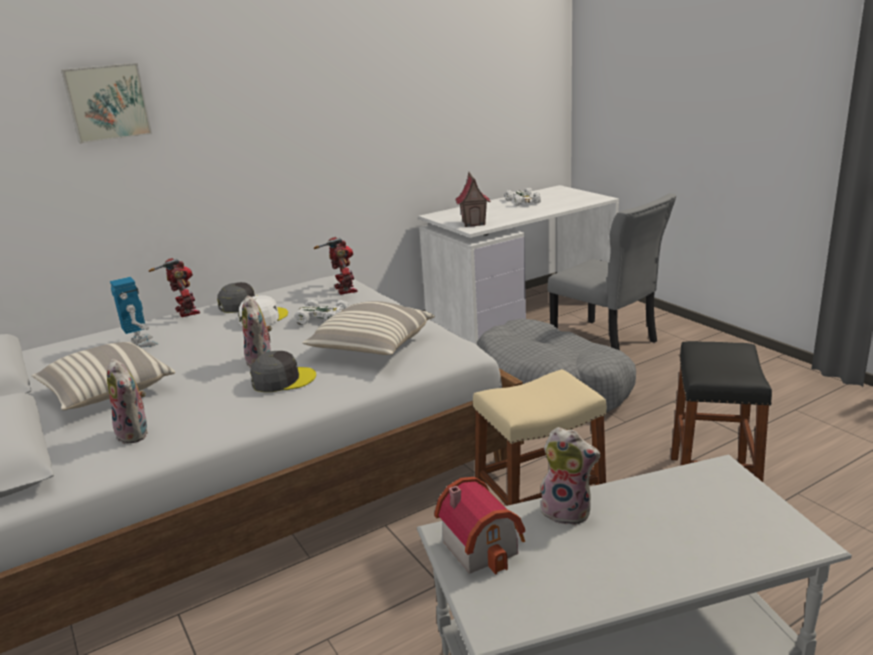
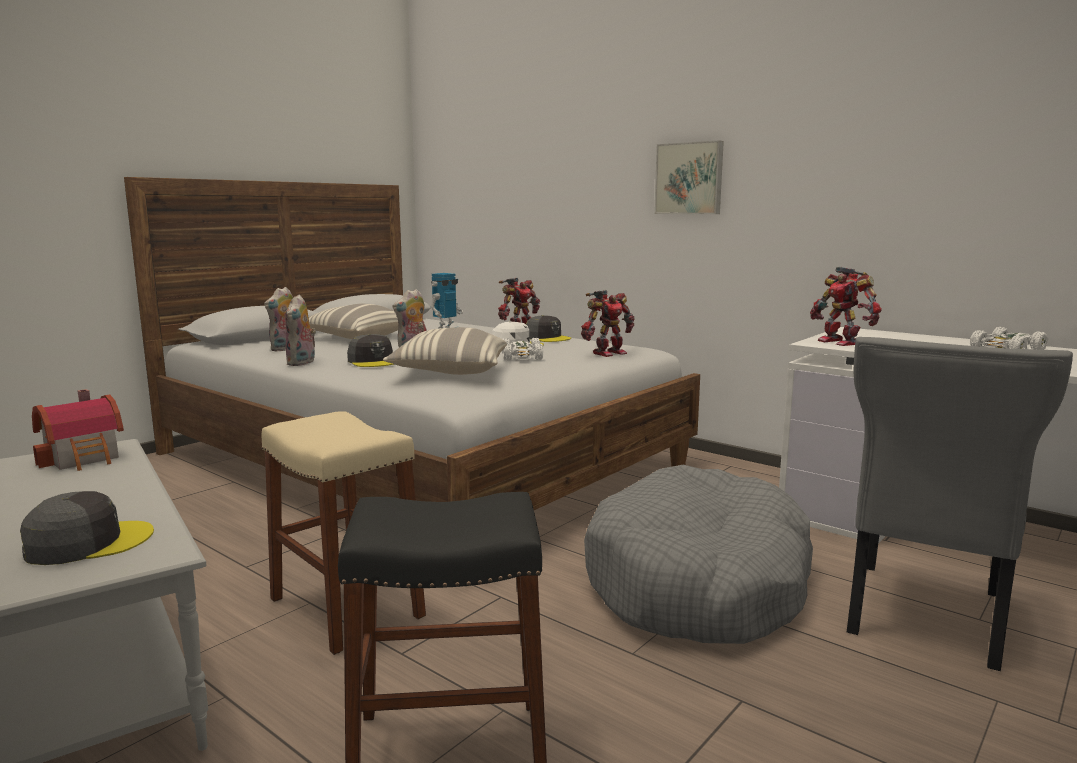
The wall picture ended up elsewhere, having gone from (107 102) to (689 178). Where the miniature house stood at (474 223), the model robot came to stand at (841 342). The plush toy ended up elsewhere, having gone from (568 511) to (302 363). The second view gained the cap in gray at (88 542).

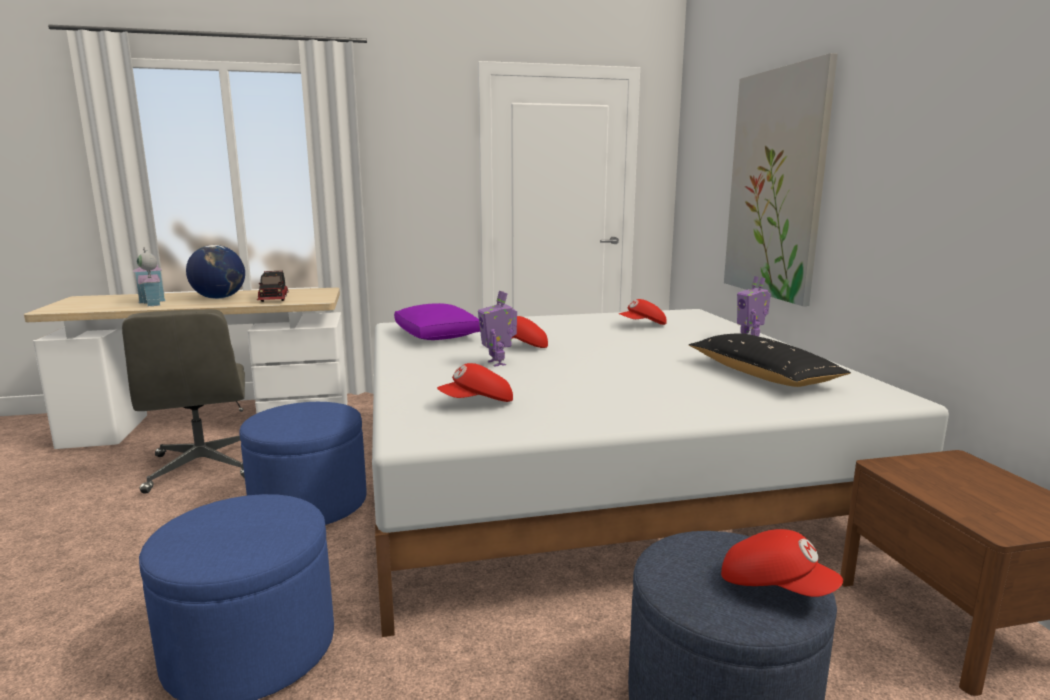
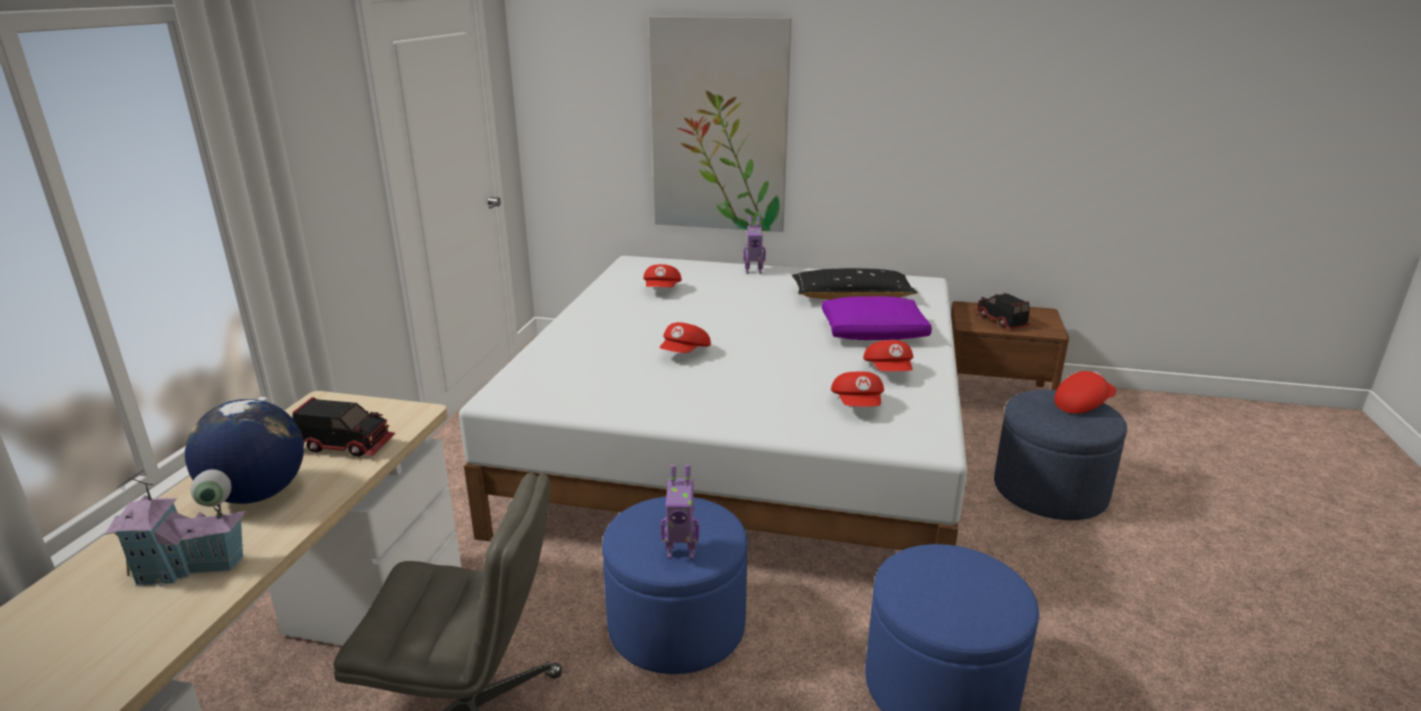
The cushion in purple ended up elsewhere, having gone from (437 335) to (874 332). The model robot ended up elsewhere, having gone from (498 363) to (681 551). The second view gained the cap in red-coloured at (889 371). The second view gained the model truck at (1000 320).

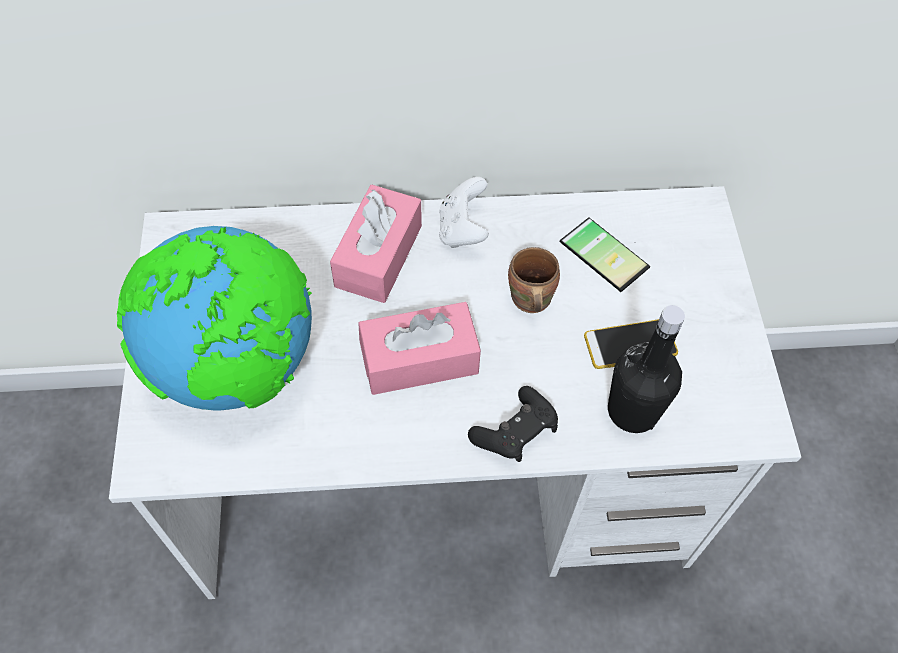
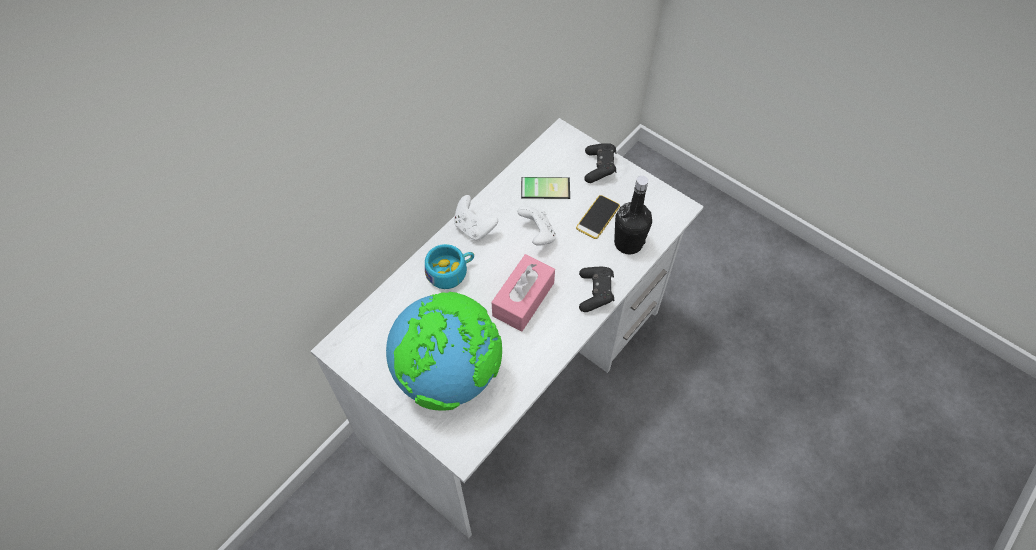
Where the tissue box in pink stood at (378 256), the small cup in turquoise came to stand at (451 271). Where the mug in brown stood at (528 301), the gamepad in white came to stand at (538 234). The second view gained the gamepad in black at (599 167).

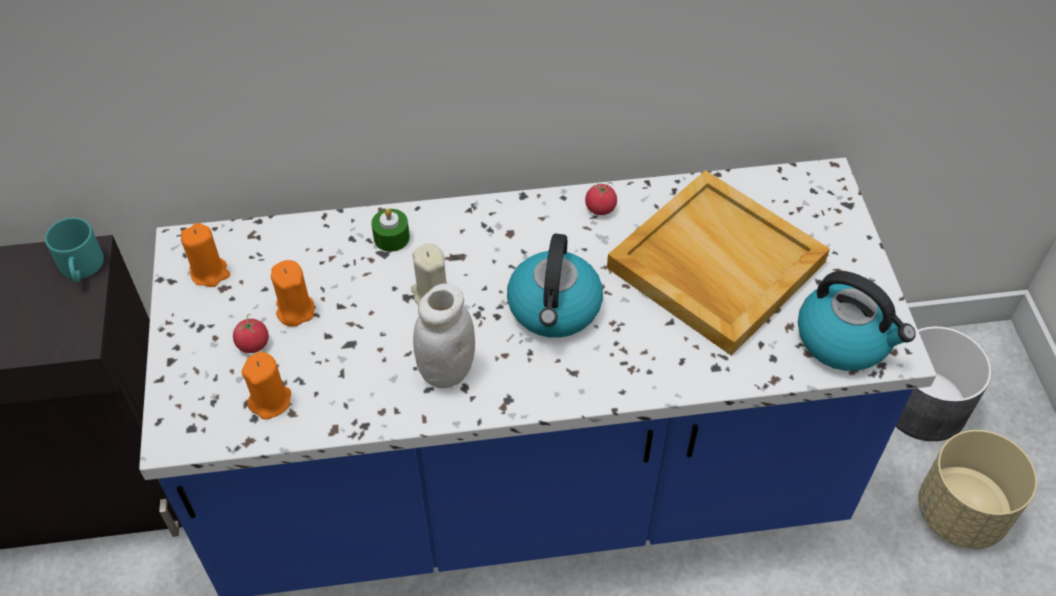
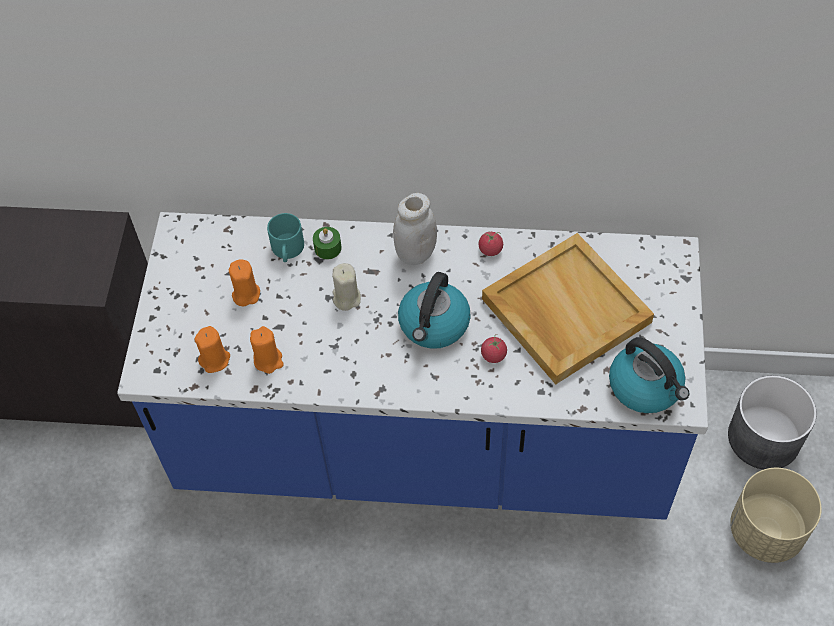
The mug in turquoise ended up elsewhere, having gone from (82 268) to (288 250). The wax light in orangey ended up elsewhere, having gone from (210 272) to (268 360). The whole tomato ended up elsewhere, having gone from (253 344) to (493 355). The jar in white ended up elsewhere, having gone from (446 370) to (415 253).

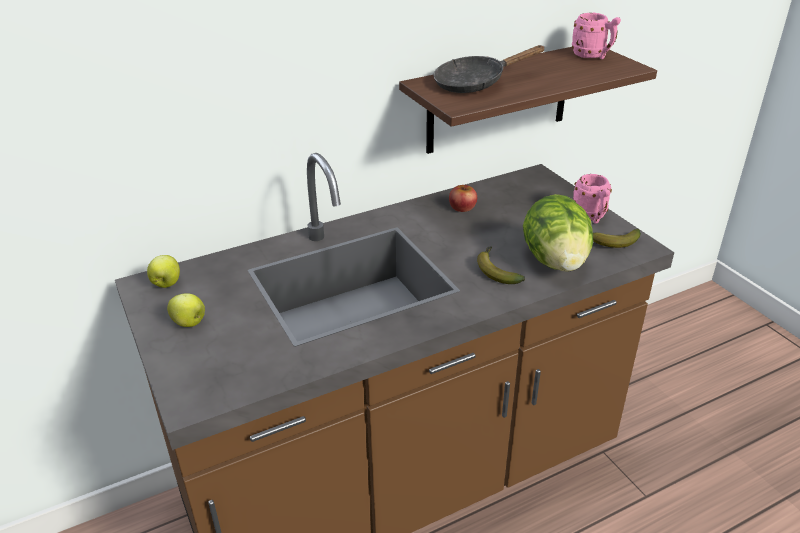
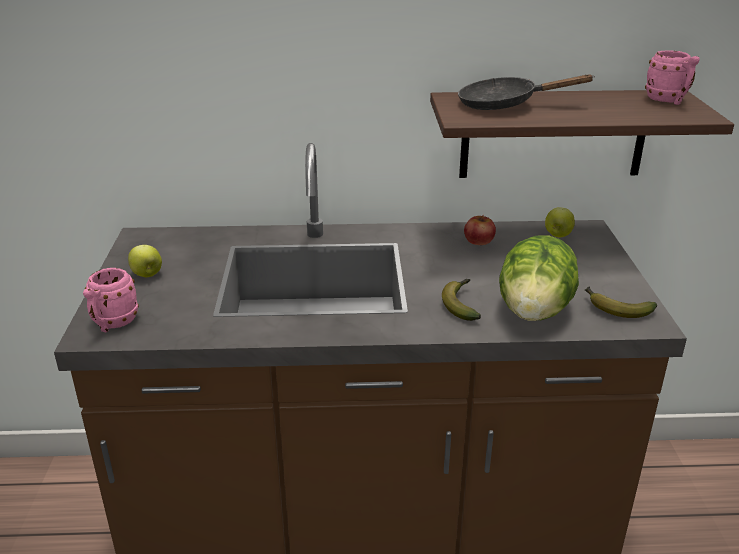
The apple fruit ended up elsewhere, having gone from (166 284) to (558 235). The mug in pink ended up elsewhere, having gone from (591 217) to (112 324).

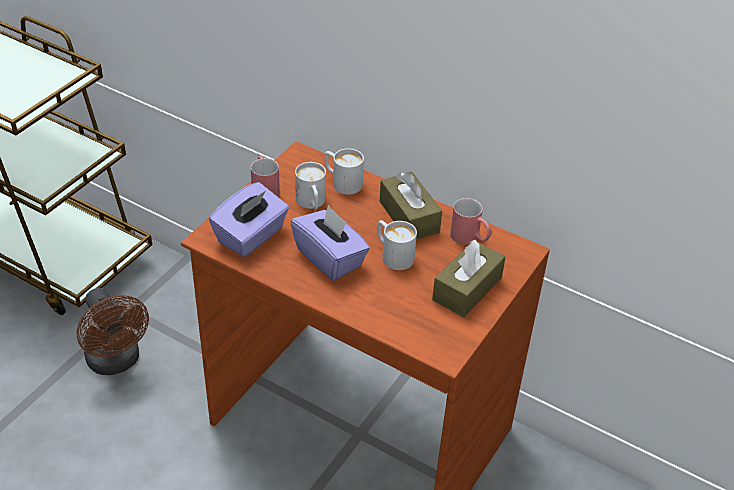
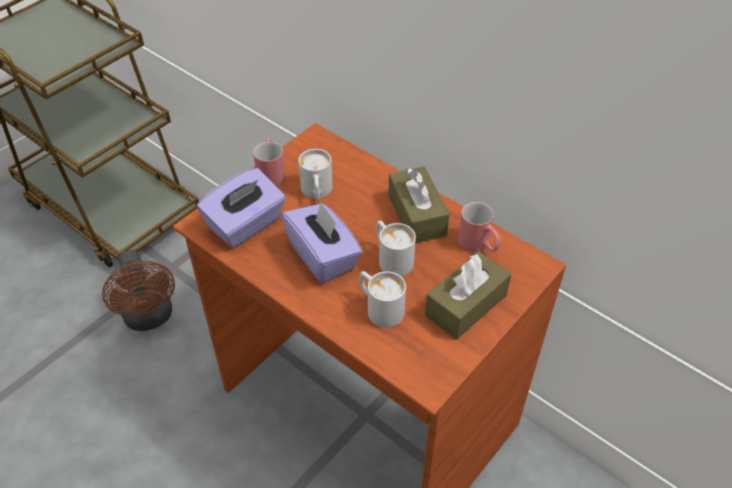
The mug in white ended up elsewhere, having gone from (342 182) to (379 308).

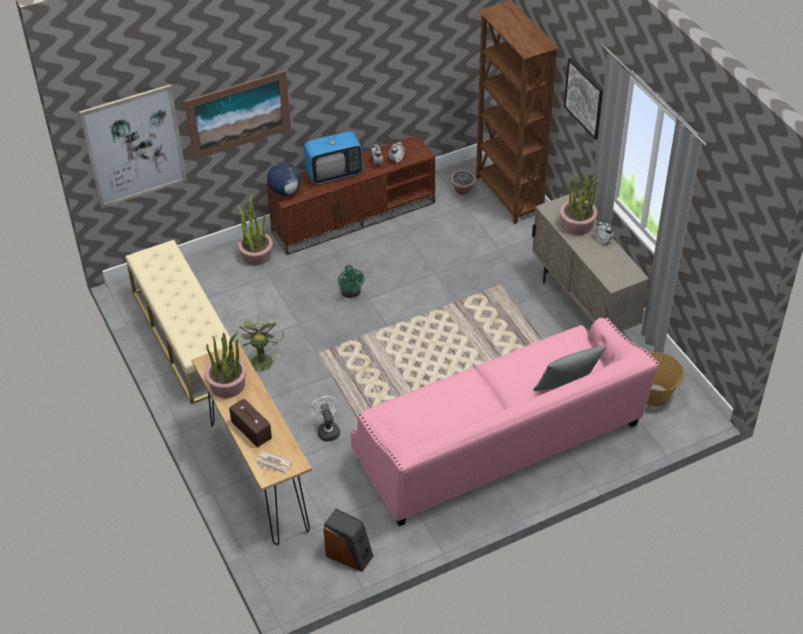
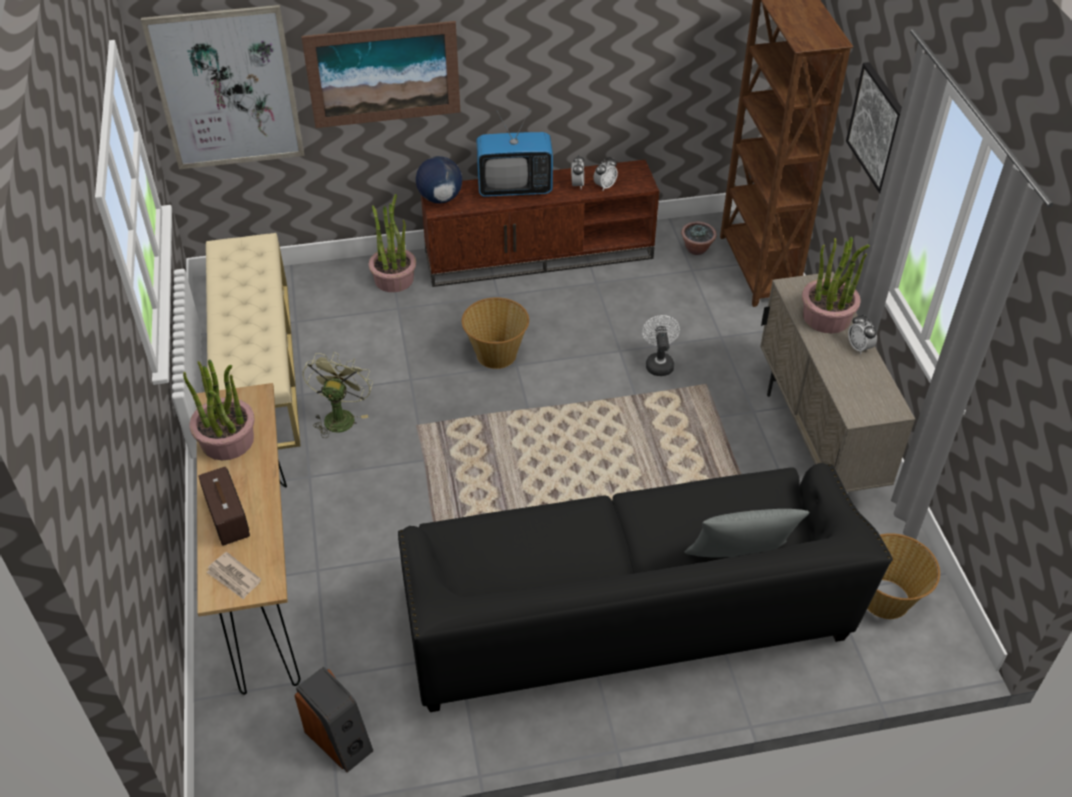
The electric fan in white ended up elsewhere, having gone from (327 430) to (658 363). Where the electric fan in green stood at (351 293), the storage basket came to stand at (496 354). What was the settee in pink at (499 444) turned into the settee in black at (625 620).

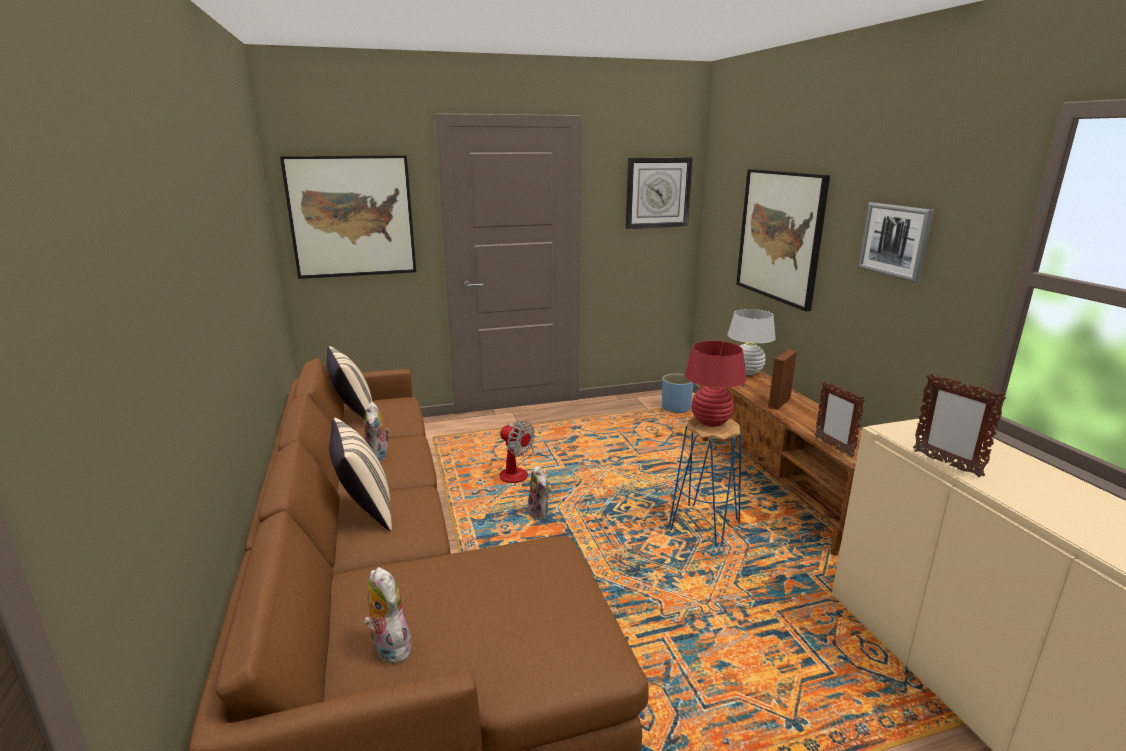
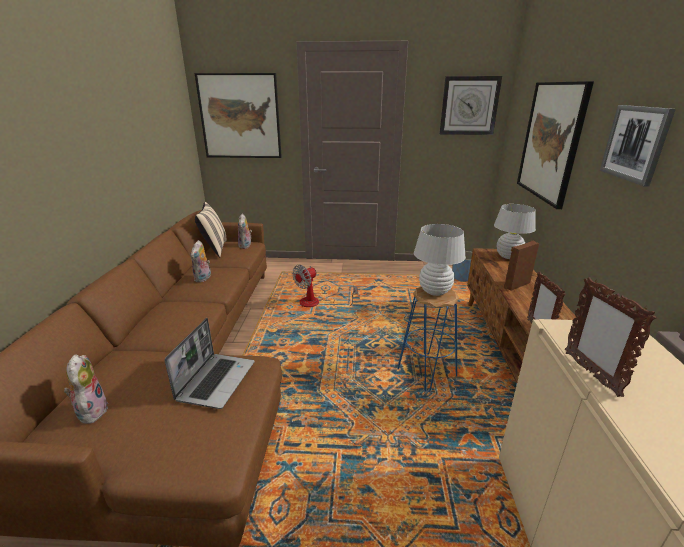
The second view lost the cushion in beige-coloured at (364 511). The electric fan at (514 471) ended up facing another way, 75 degrees clockwise from before. The plush toy ended up elsewhere, having gone from (540 514) to (246 246). What was the table lamp in red-coloured at (711 422) turned into the table lamp in white at (435 291). The second view gained the portable computer at (216 380).

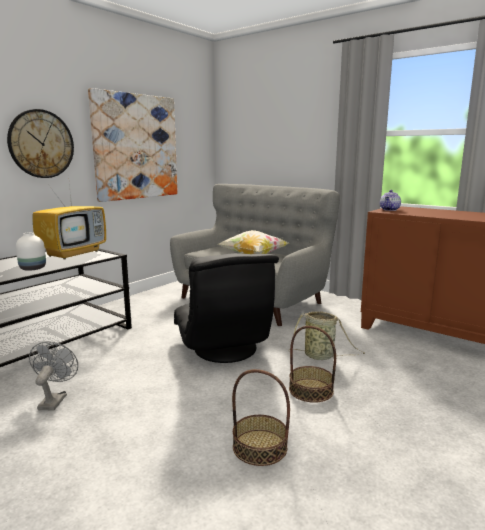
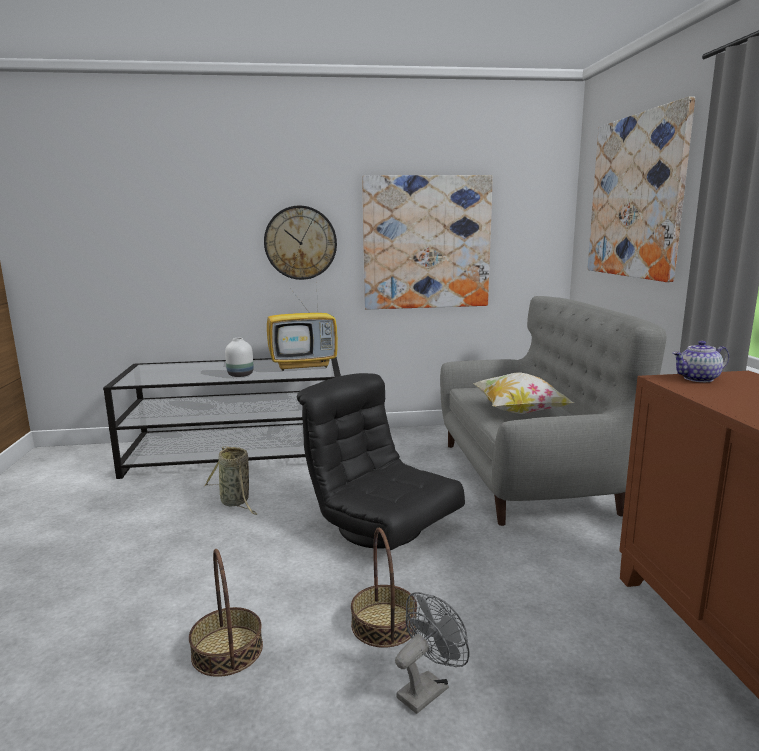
The electric fan in gray ended up elsewhere, having gone from (54 400) to (428 688). The armchair in black at (223 350) ended up facing another way, 105 degrees clockwise from before. The storage basket ended up elsewhere, having gone from (321 356) to (236 502). The second view gained the wall picture at (636 197).

